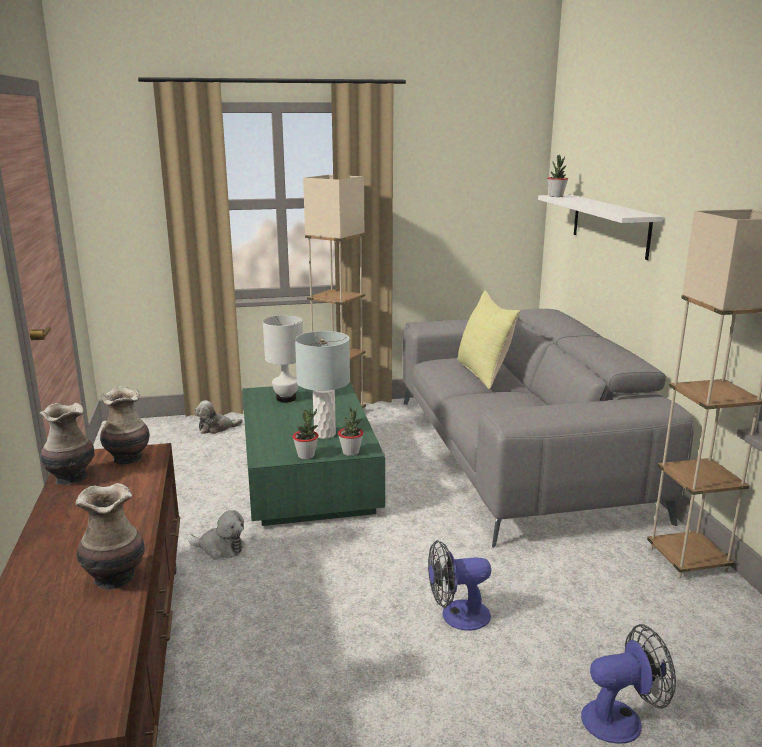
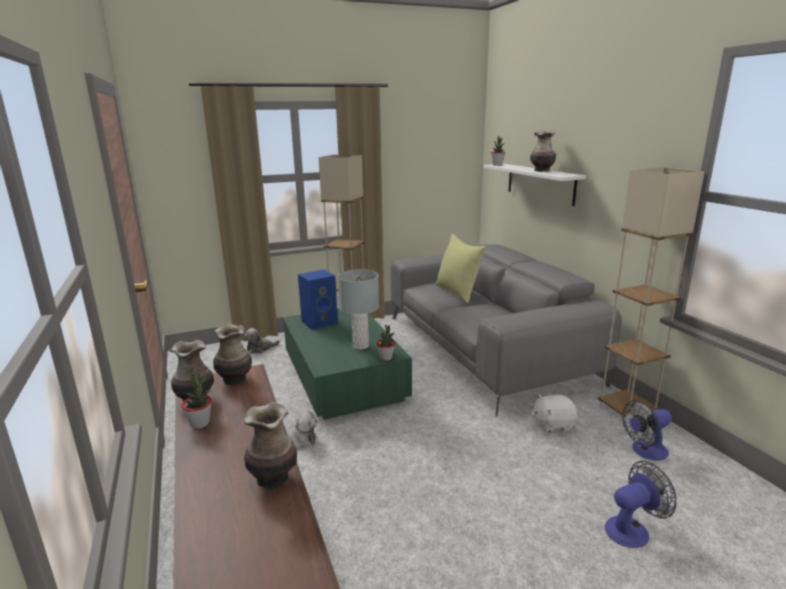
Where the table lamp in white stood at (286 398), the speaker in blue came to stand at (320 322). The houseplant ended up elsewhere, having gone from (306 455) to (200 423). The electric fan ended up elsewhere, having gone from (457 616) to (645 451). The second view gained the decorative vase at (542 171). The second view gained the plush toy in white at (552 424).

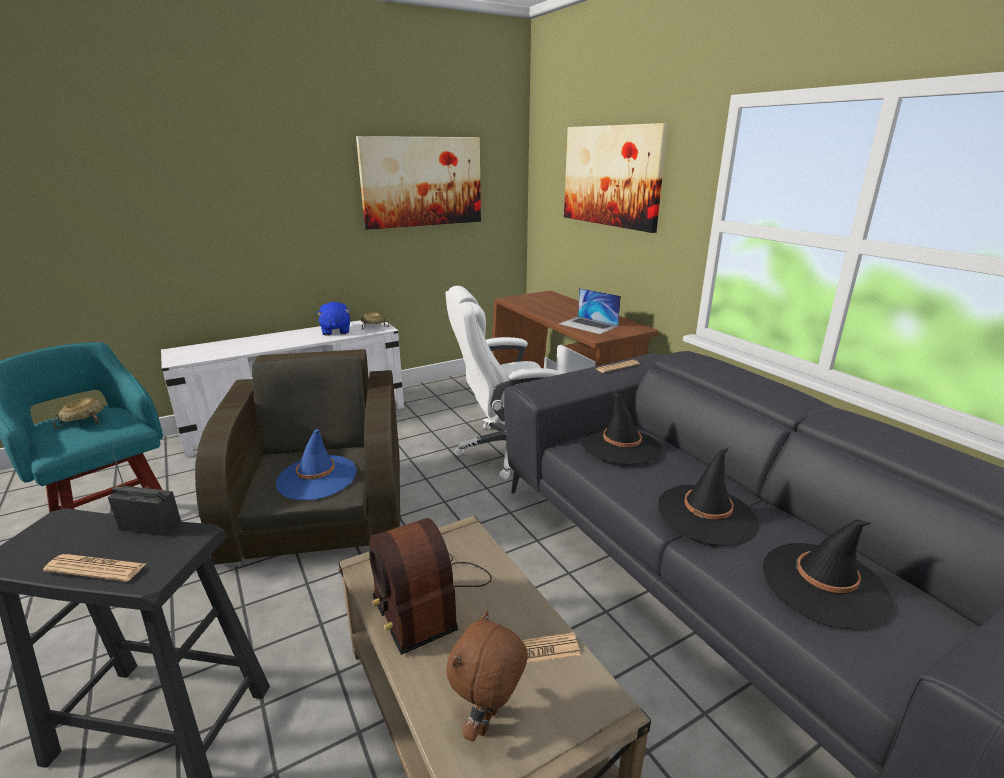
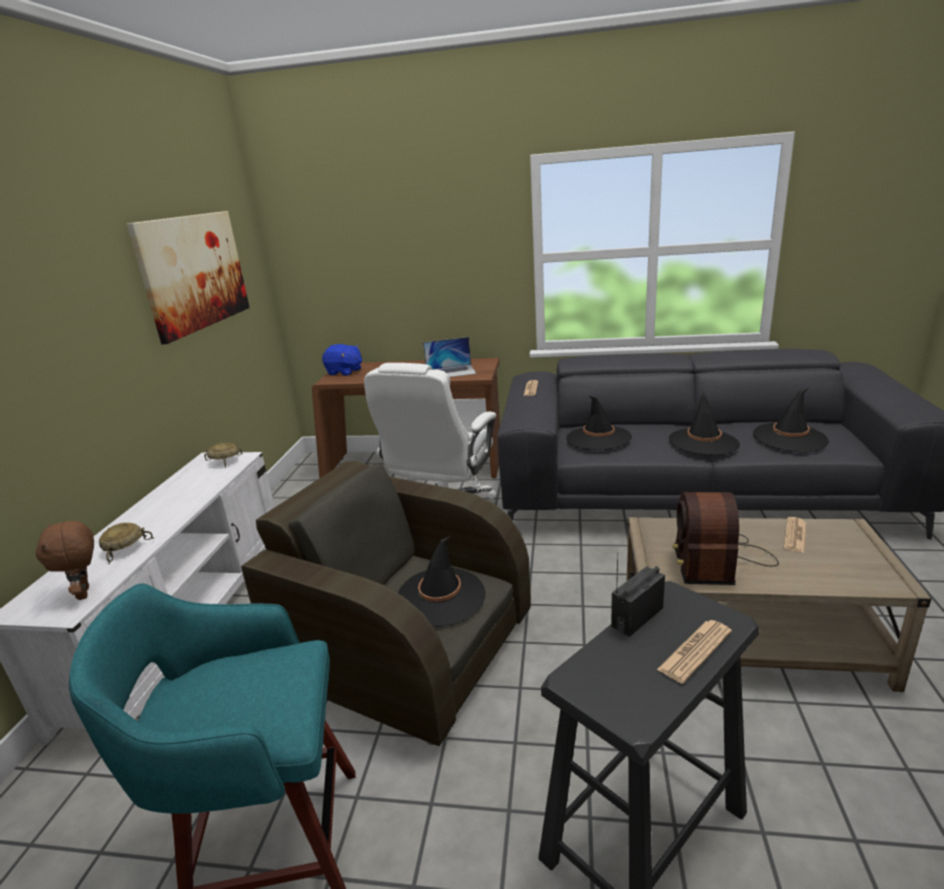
The serving bowl in beige-coloured ended up elsewhere, having gone from (86 422) to (125 548). What was the clothing hat in blue at (317 478) turned into the clothing hat in black at (441 597). The plush toy in blue ended up elsewhere, having gone from (335 331) to (344 372). The radio receiver at (428 598) ended up facing another way, 90 degrees clockwise from before. The plush toy in brown ended up elsewhere, having gone from (488 722) to (86 593). The second view lost the wall picture at (611 176).

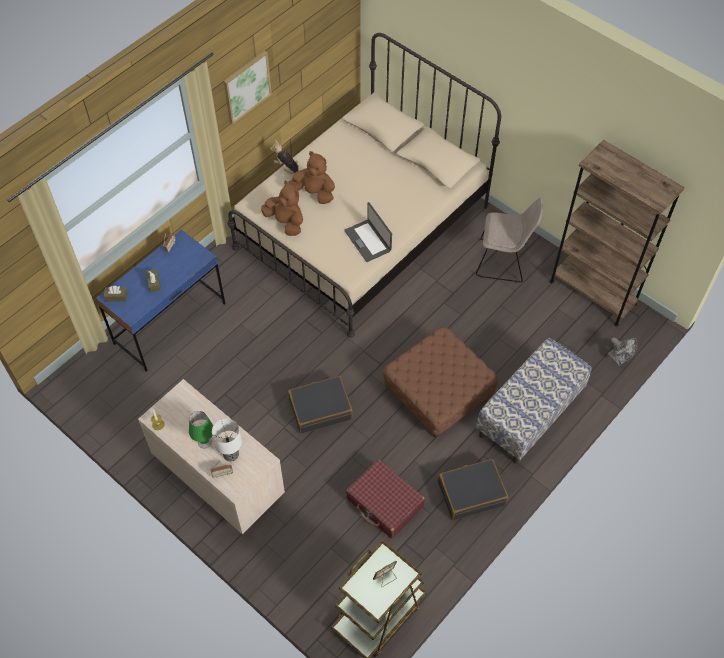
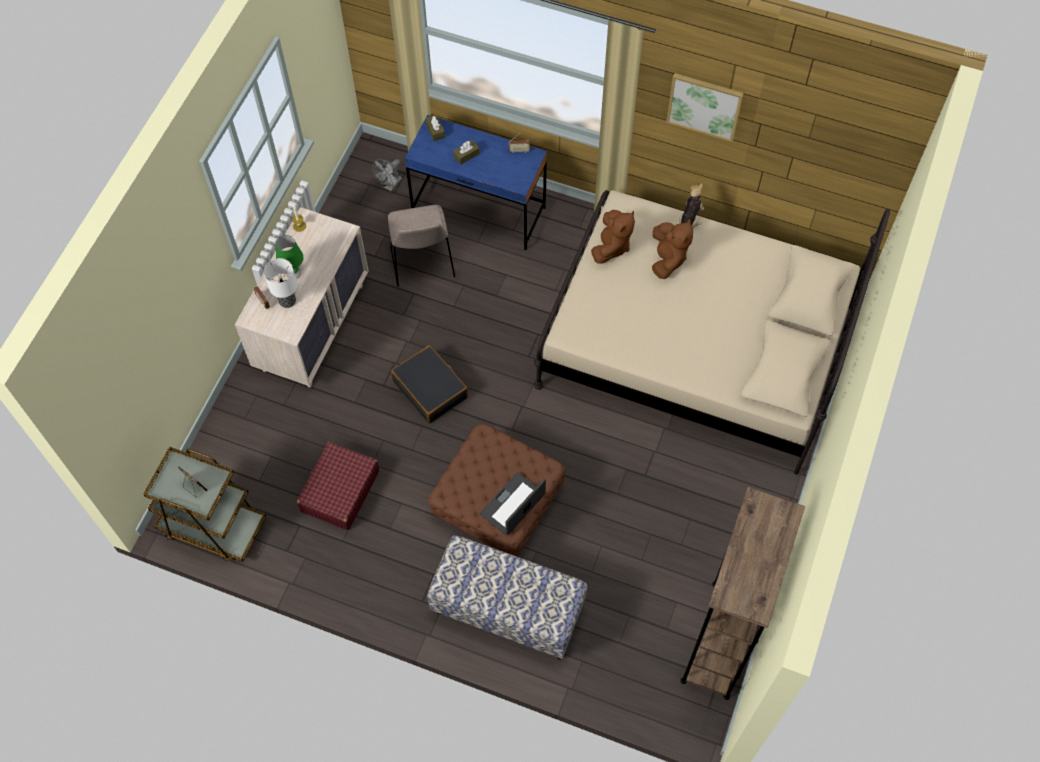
The portable computer ended up elsewhere, having gone from (368 240) to (513 505). The second view lost the piece of luggage in black at (471 493). The plain chair in beige-coloured ended up elsewhere, having gone from (503 261) to (422 263). The electric fan in gray ended up elsewhere, having gone from (618 359) to (390 185).

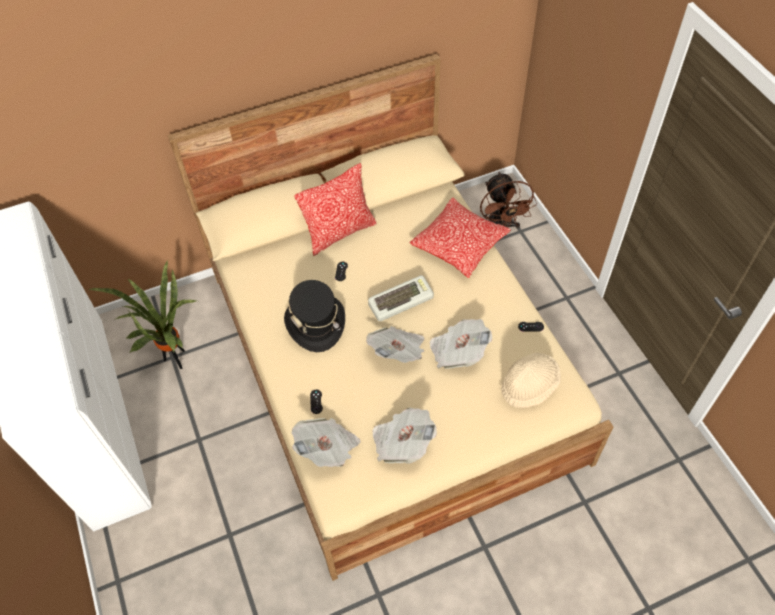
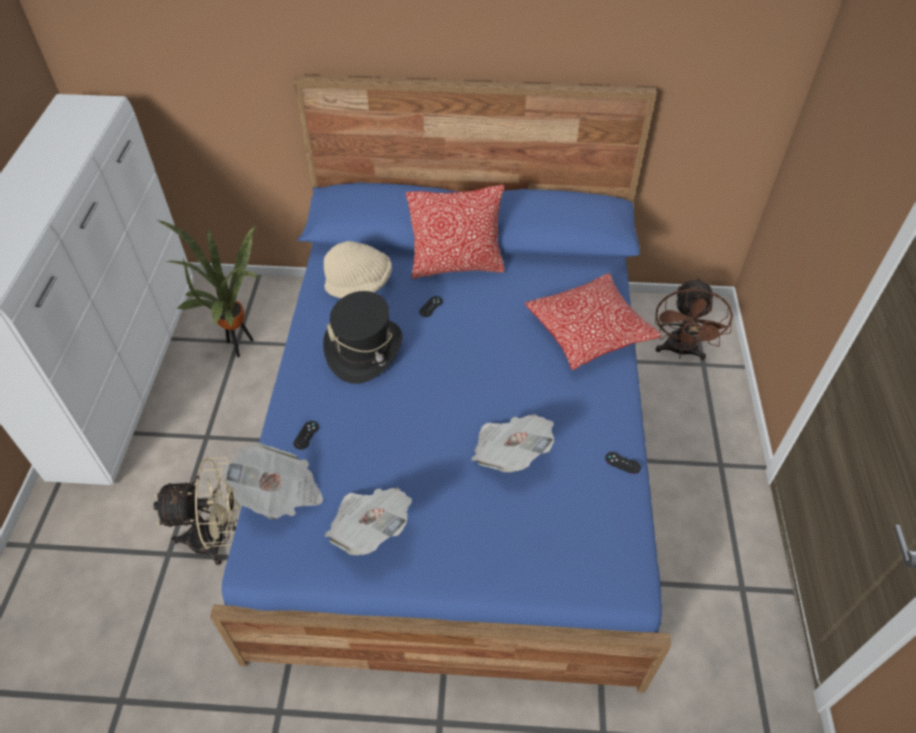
What was the bedroom bed in beige-coloured at (390 362) turned into the bedroom bed in blue at (459 447). The second view lost the newspaper at (398 352). The second view lost the PC keyboard at (401 300). The clothing hat in beige-coloured ended up elsewhere, having gone from (529 386) to (359 284). The second view gained the electric fan in beige-coloured at (217 538).

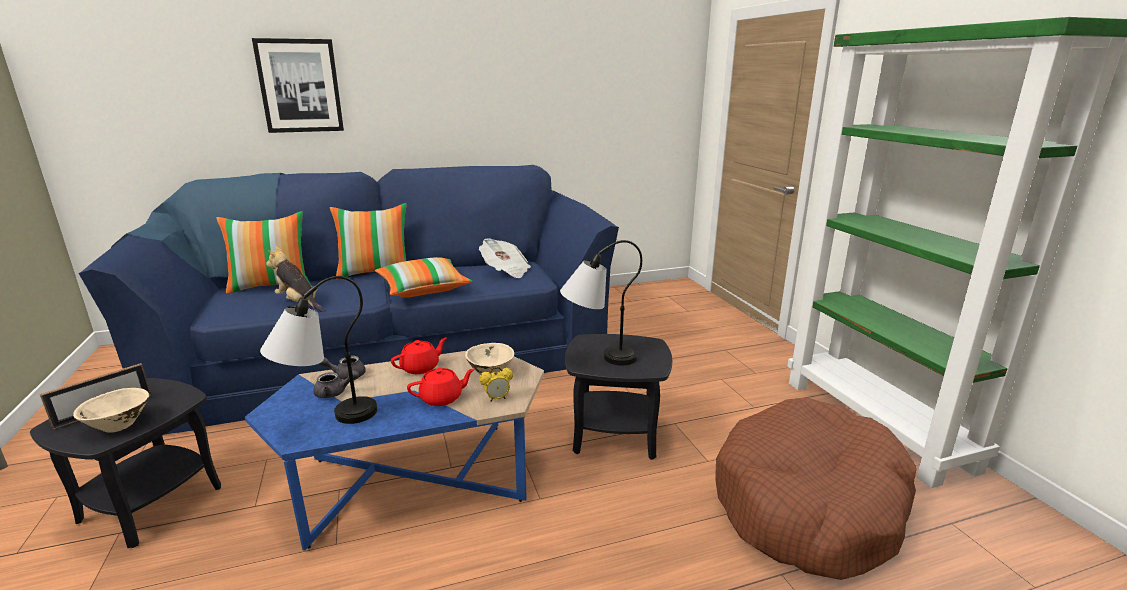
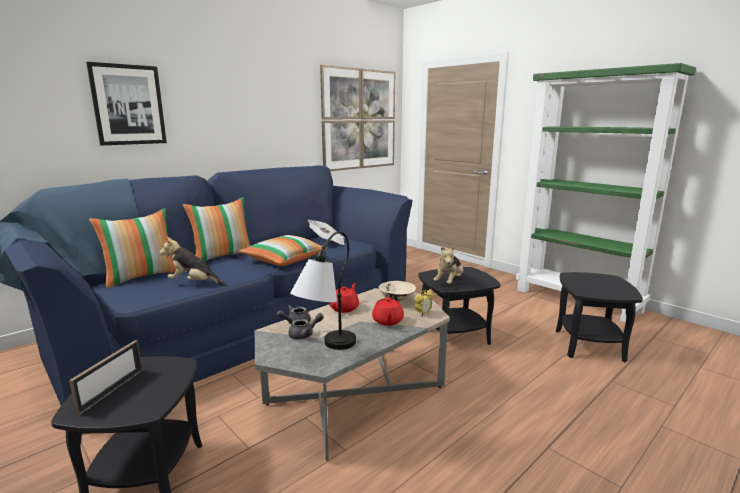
The second view lost the serving bowl in beige-coloured at (119 424). What was the lounge table in blue at (415 479) turned into the lounge table in gray at (355 395). The pot for tea in red-coloured at (442 398) ended up facing another way, 135 degrees clockwise from before. Where the table lamp stood at (597 358), the plush toy came to stand at (449 282). Where the dog bed in brown stood at (808 504), the end table in black came to stand at (588 345). The second view gained the wall picture at (359 119).

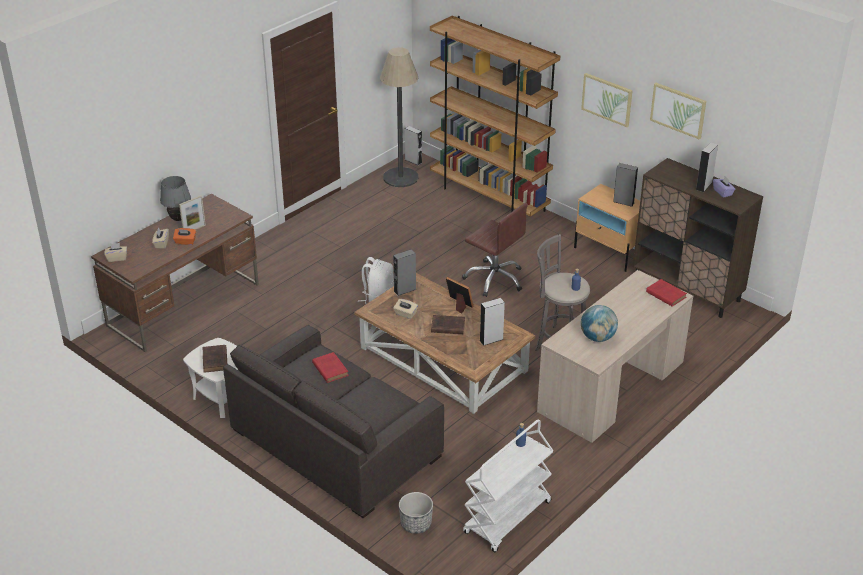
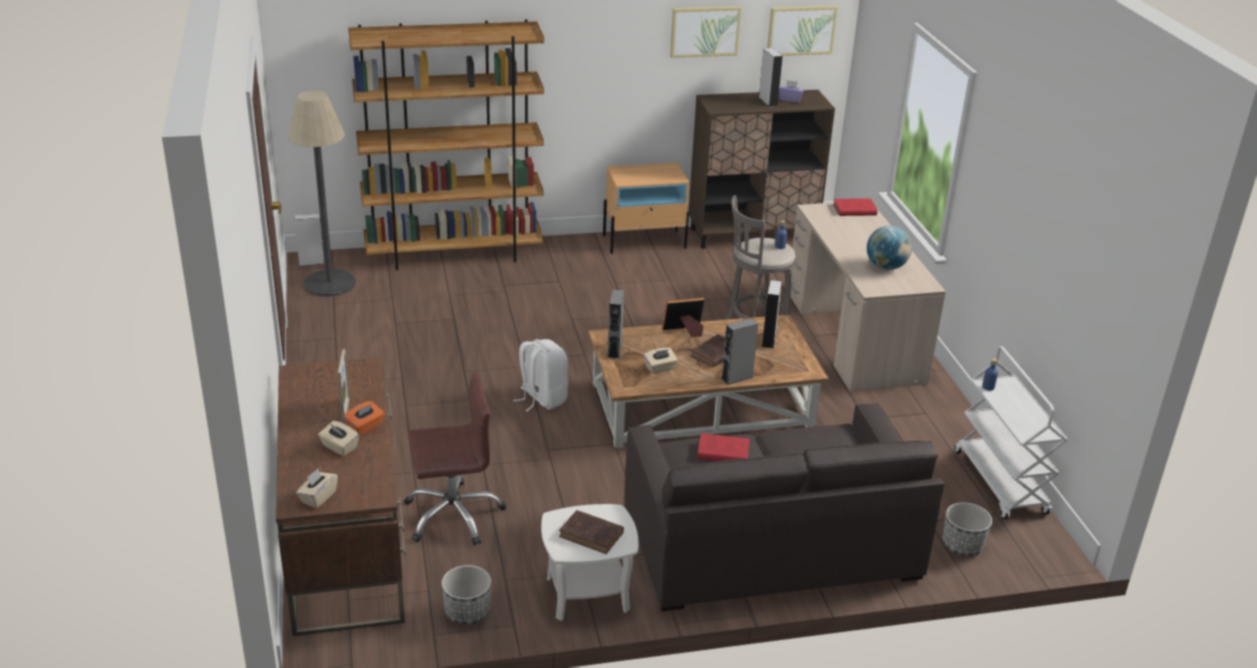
The second view lost the table lamp in gray at (178 219). The office chair in brown ended up elsewhere, having gone from (495 279) to (453 515). The wall picture ended up elsewhere, having gone from (607 99) to (801 30). The speaker in gray ended up elsewhere, having gone from (623 202) to (737 378). The second view gained the flower pot at (467 612).

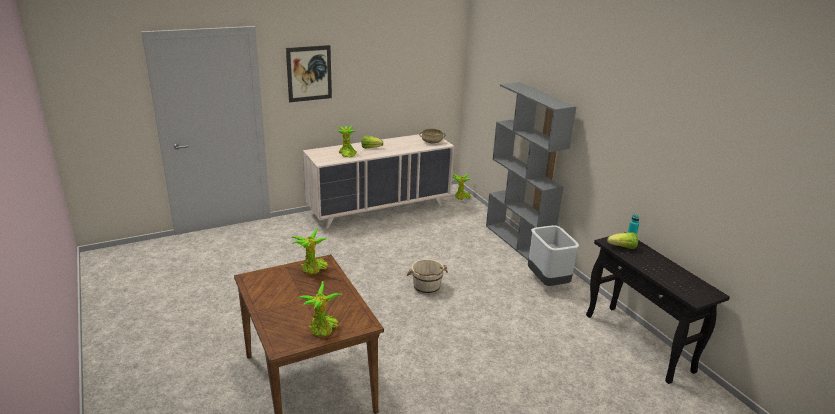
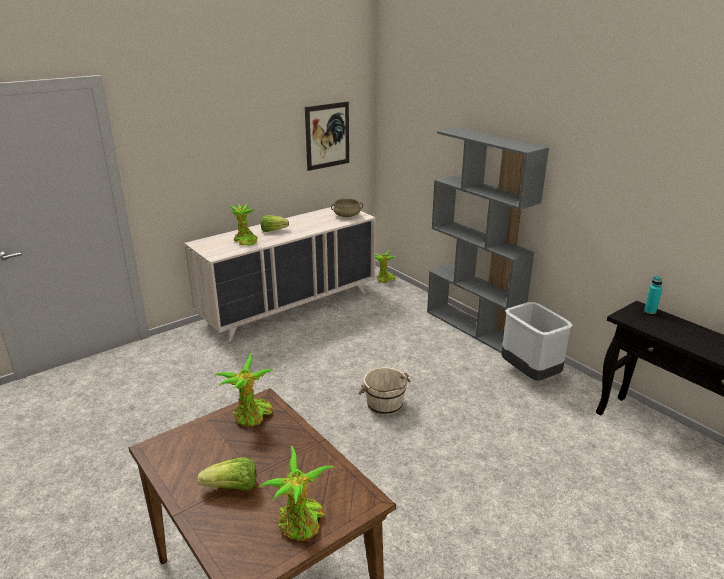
The wall picture ended up elsewhere, having gone from (309 73) to (327 136). The head of lettuce ended up elsewhere, having gone from (623 247) to (232 487).

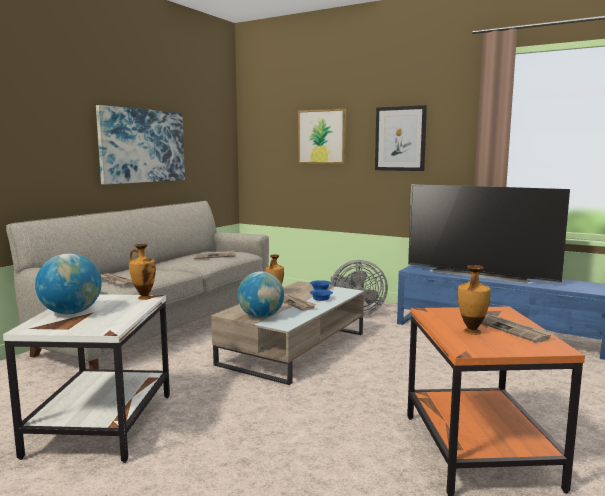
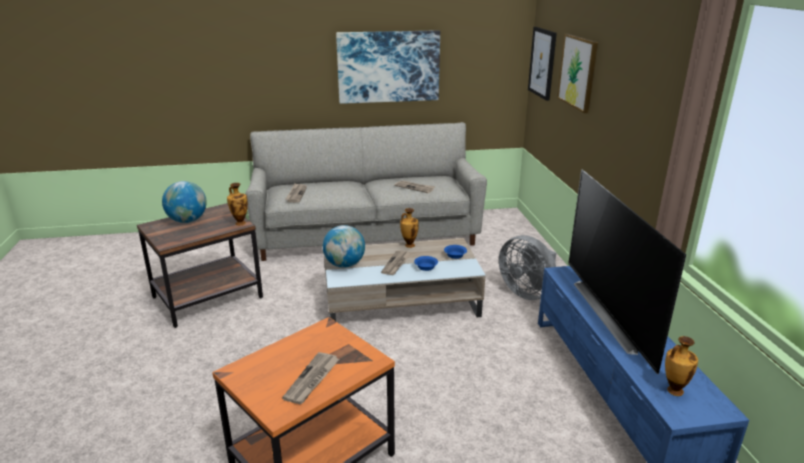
What was the end table in white at (101 424) turned into the end table in brown at (207 297). The wall picture ended up elsewhere, having gone from (400 138) to (542 63). The decorative vase ended up elsewhere, having gone from (471 332) to (673 391).

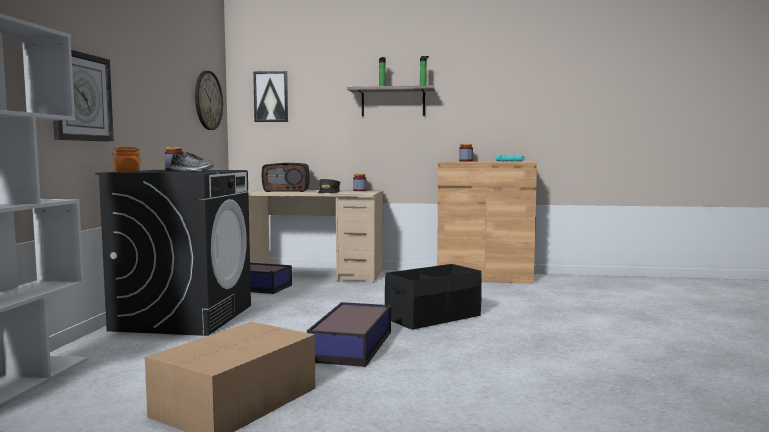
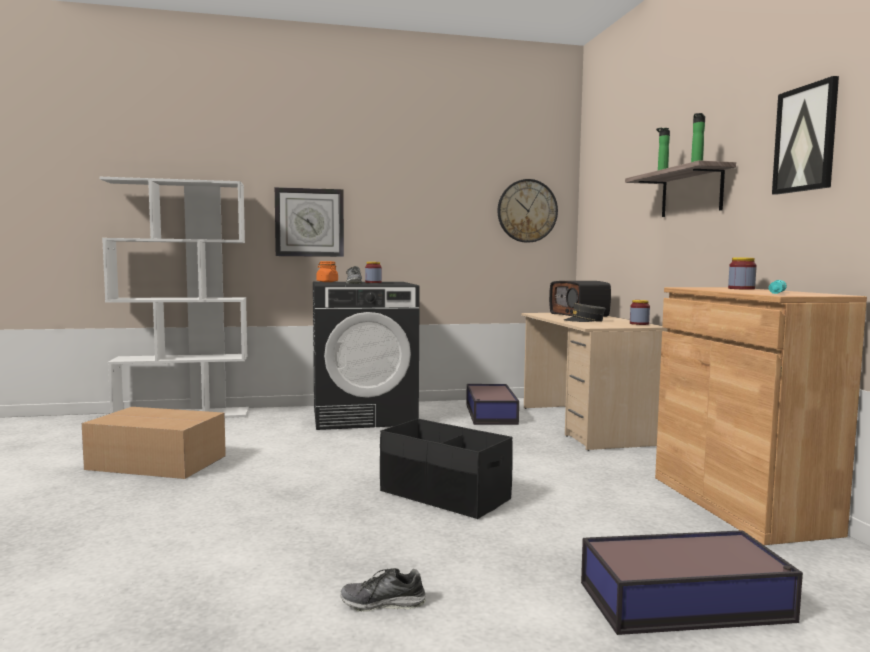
The wall picture ended up elsewhere, having gone from (271 96) to (806 139). The storage box ended up elsewhere, having gone from (353 345) to (687 602). The second view gained the low shoe at (383 603).

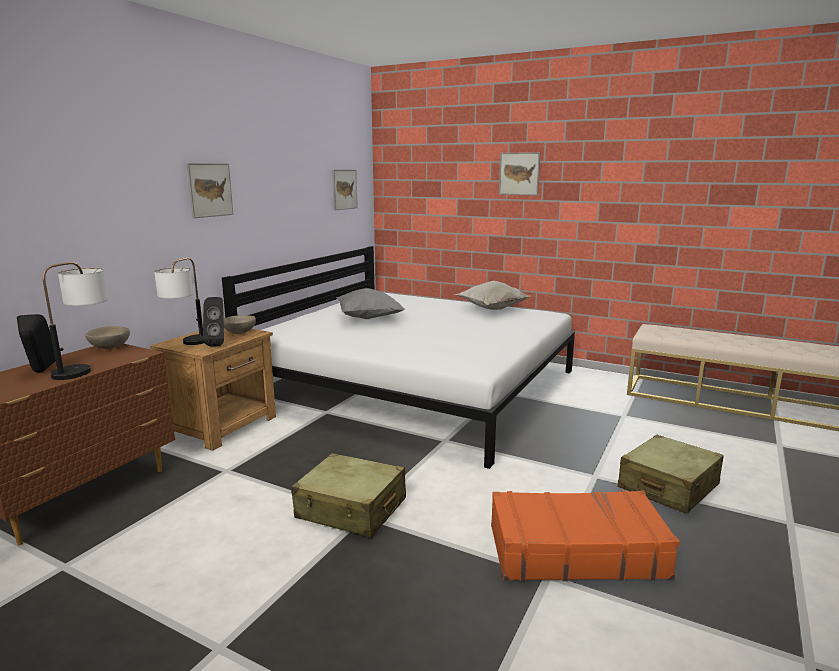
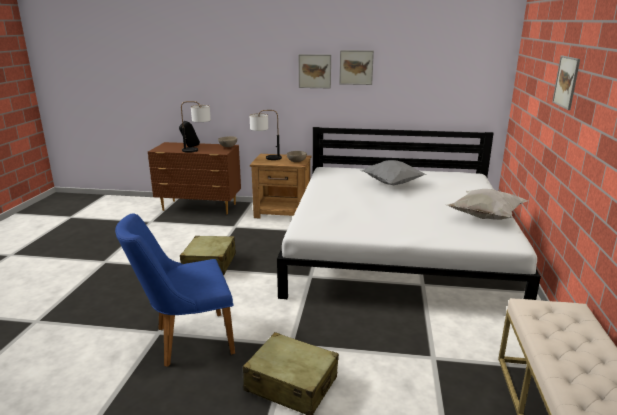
The second view lost the speaker in black at (218 344). The wall picture ended up elsewhere, having gone from (344 189) to (356 67). Where the piece of luggage in orangey stood at (575 550), the plain chair in blue came to stand at (186 341).

